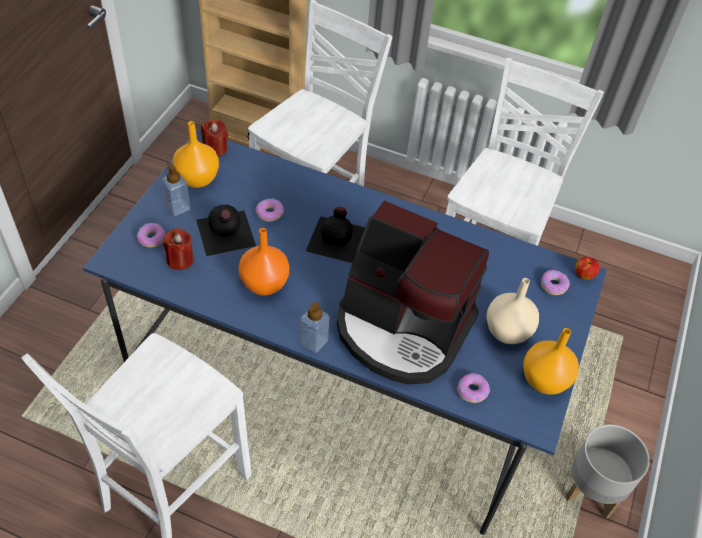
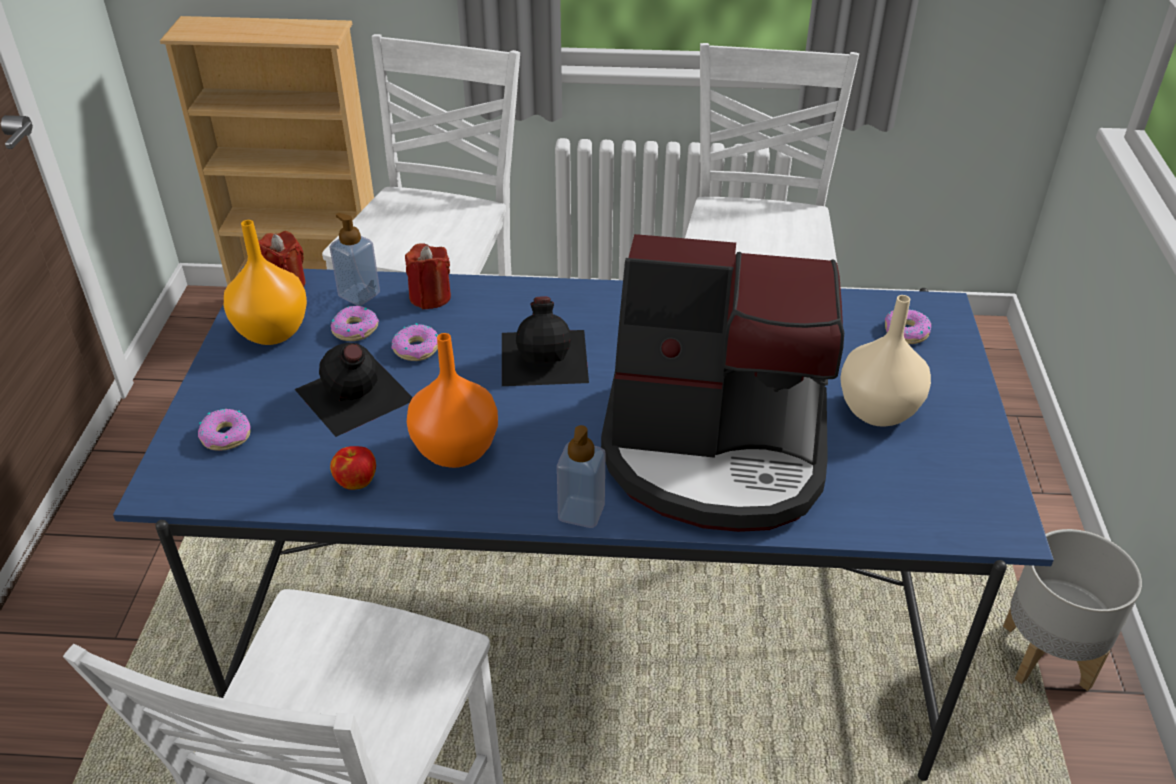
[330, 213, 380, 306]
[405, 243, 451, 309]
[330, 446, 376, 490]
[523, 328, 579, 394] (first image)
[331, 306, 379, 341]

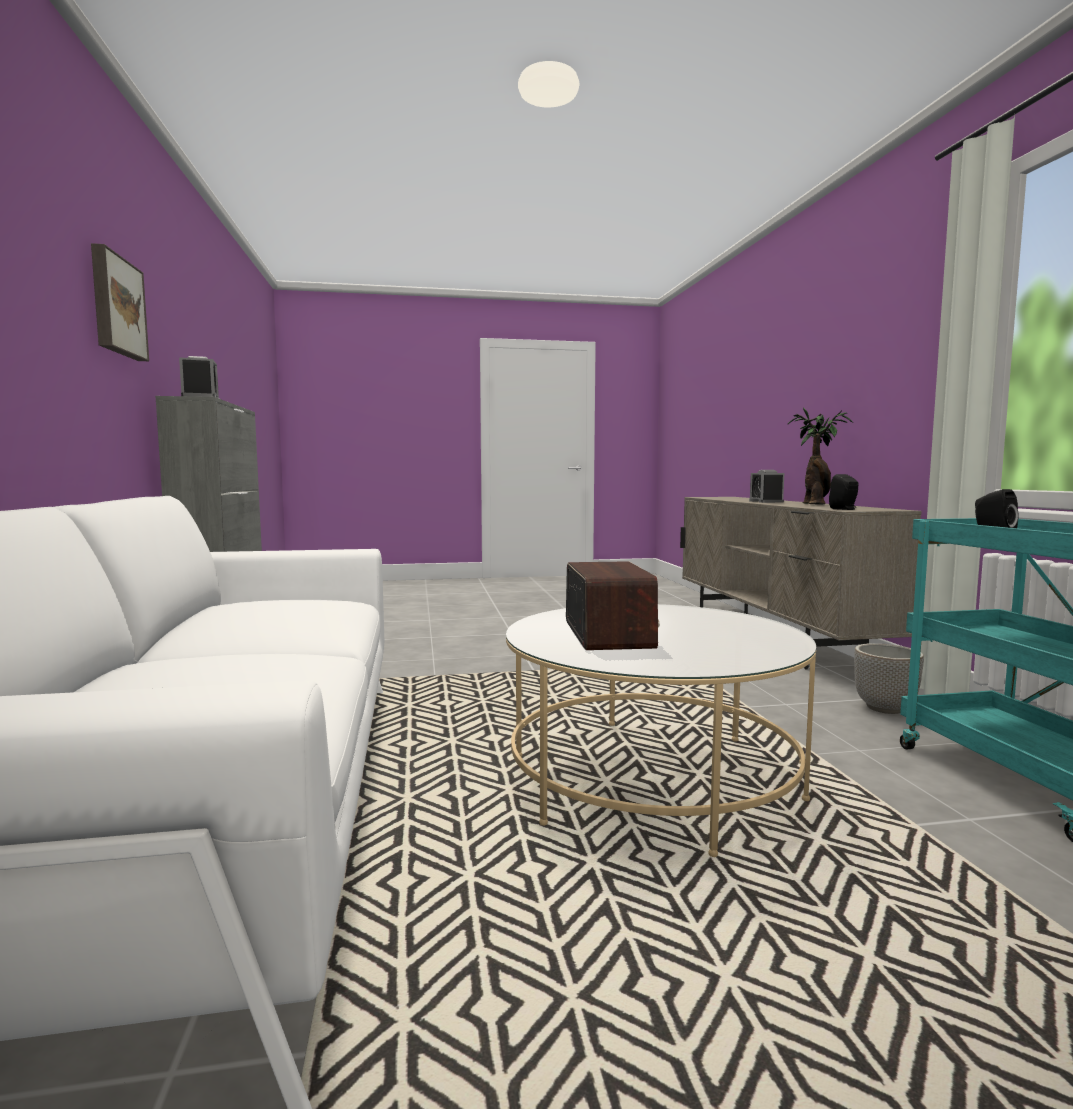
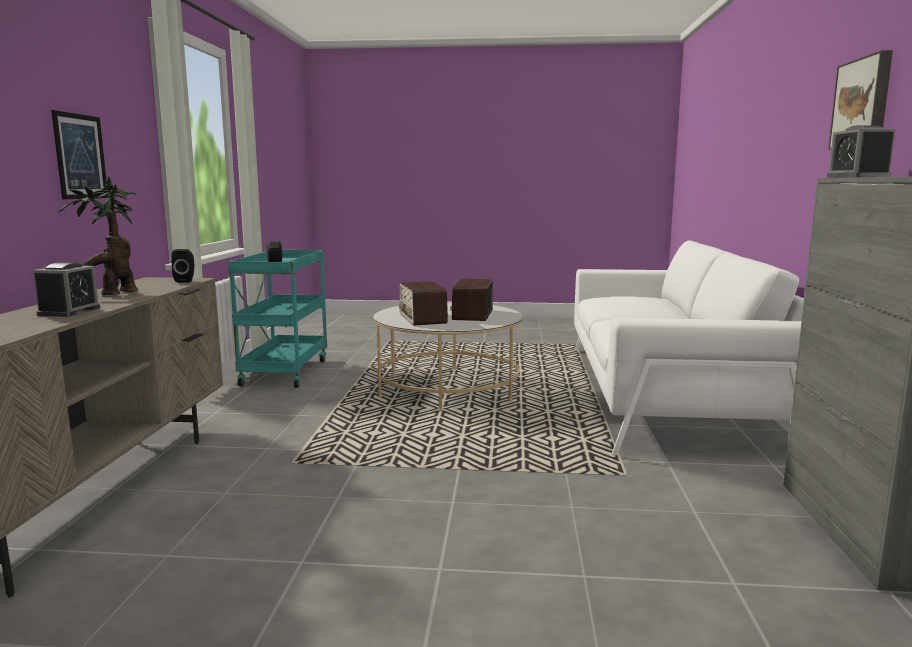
[854, 643, 924, 714] (first image)
[51, 110, 108, 199]
[398, 281, 448, 326]

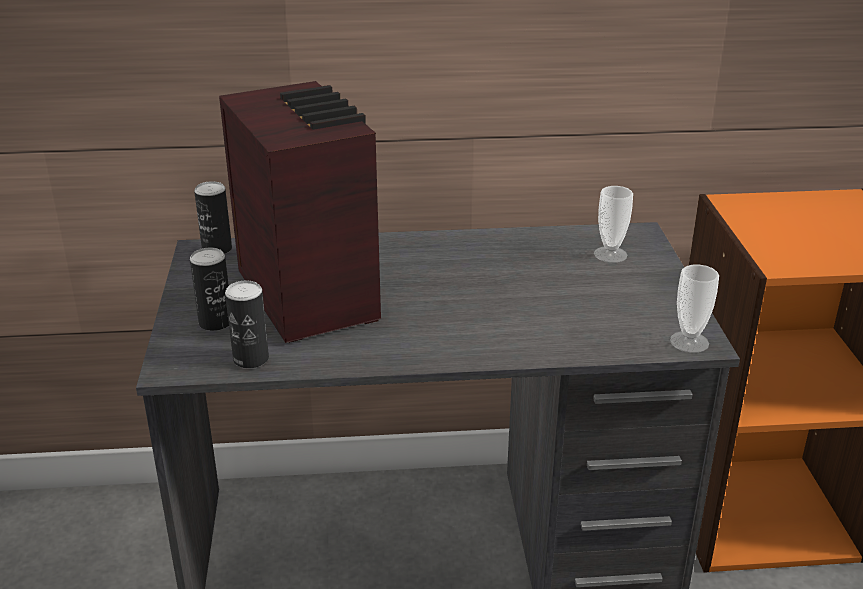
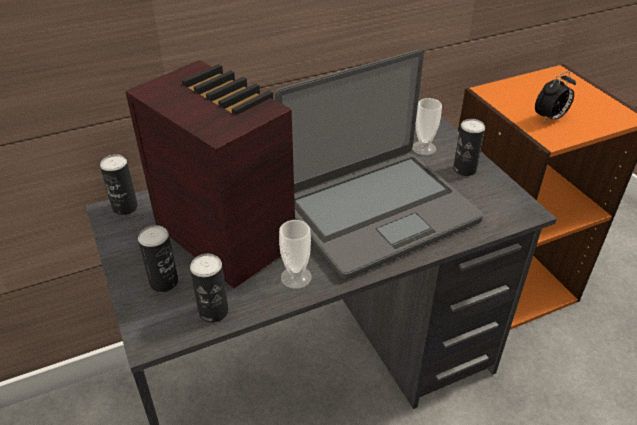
[279, 220, 312, 289]
[275, 50, 483, 279]
[535, 71, 576, 123]
[453, 119, 485, 176]

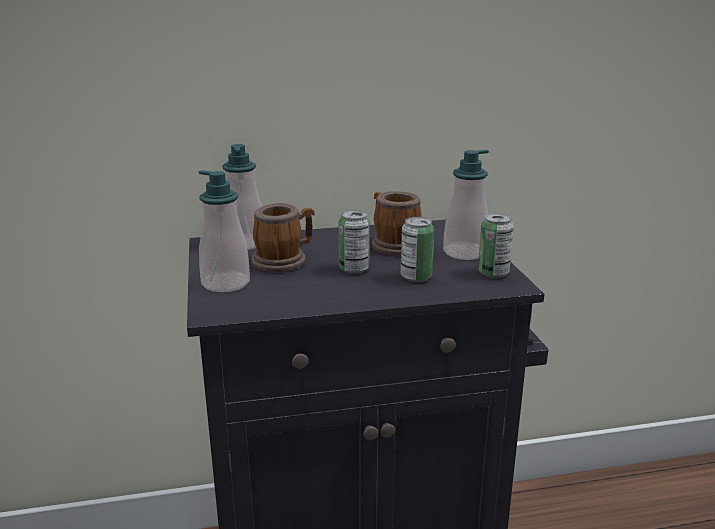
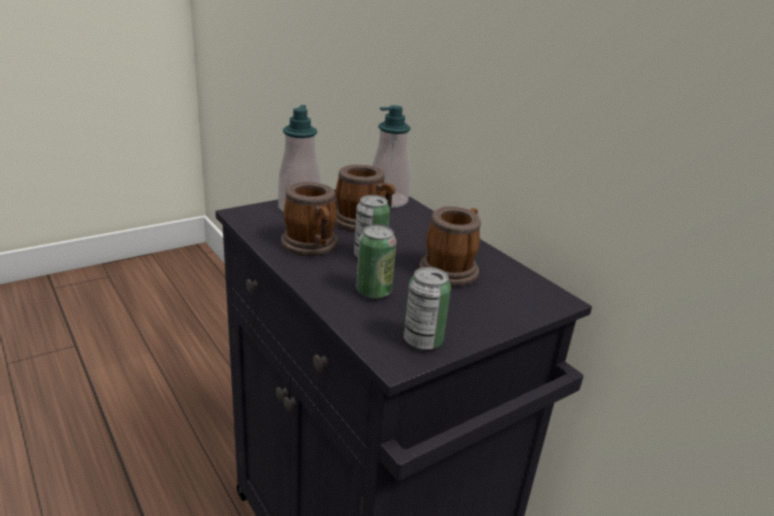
[443, 150, 489, 260] (first image)
[281, 182, 338, 256]

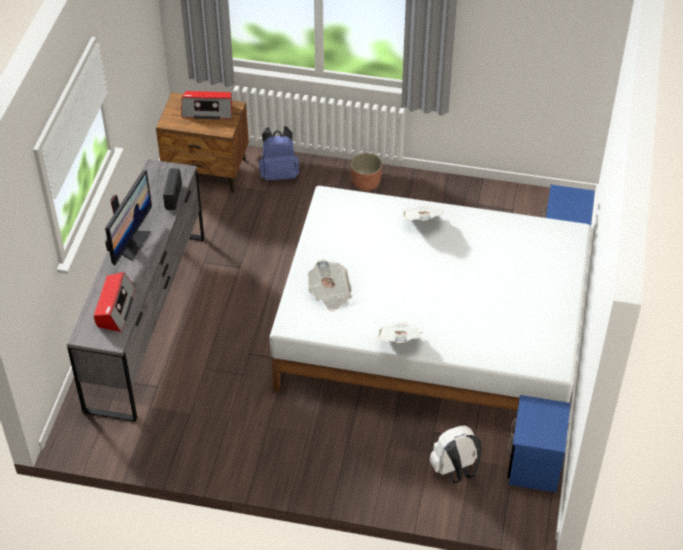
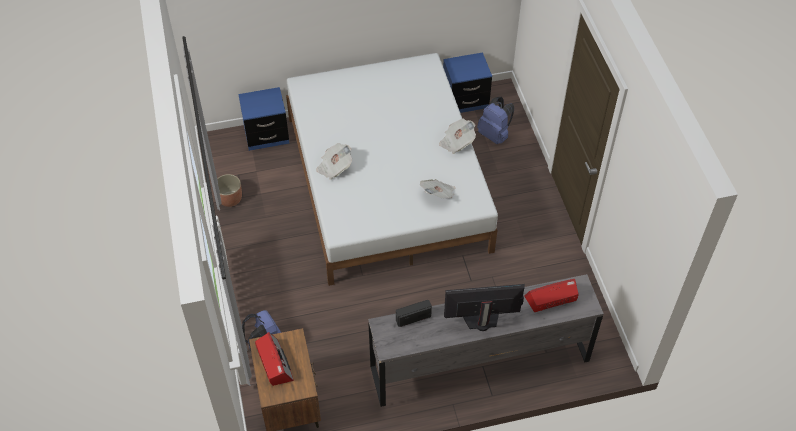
[217, 174, 242, 207]
[477, 97, 514, 144]

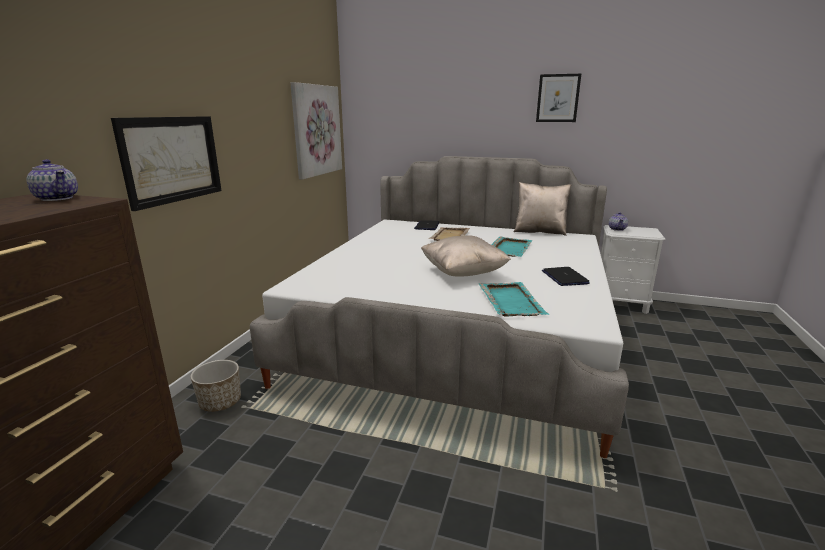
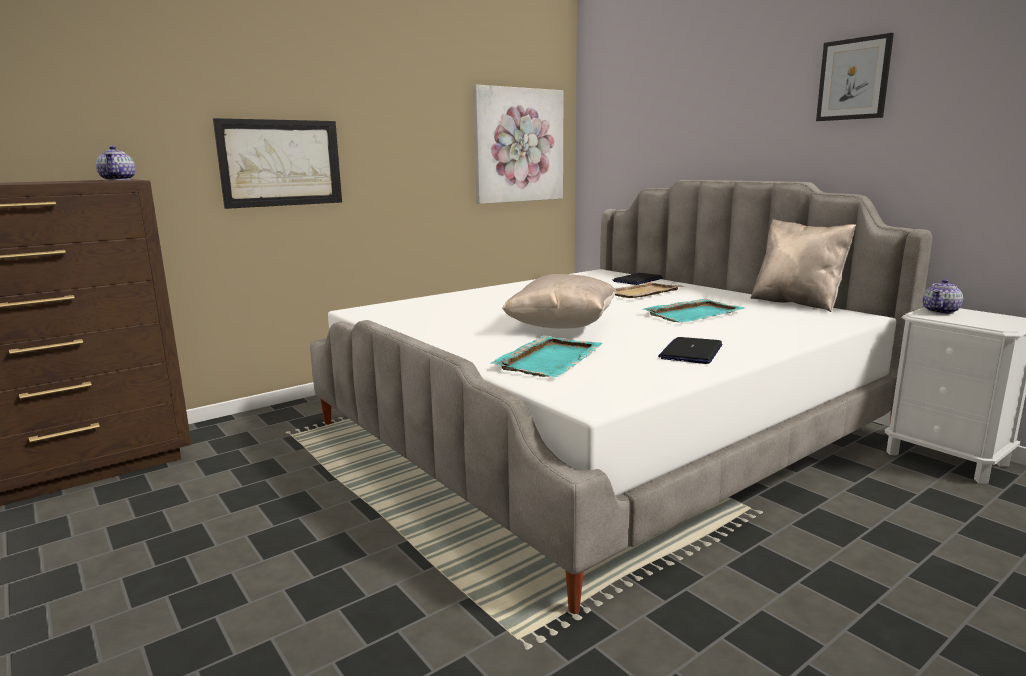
[190, 360, 241, 412] (first image)

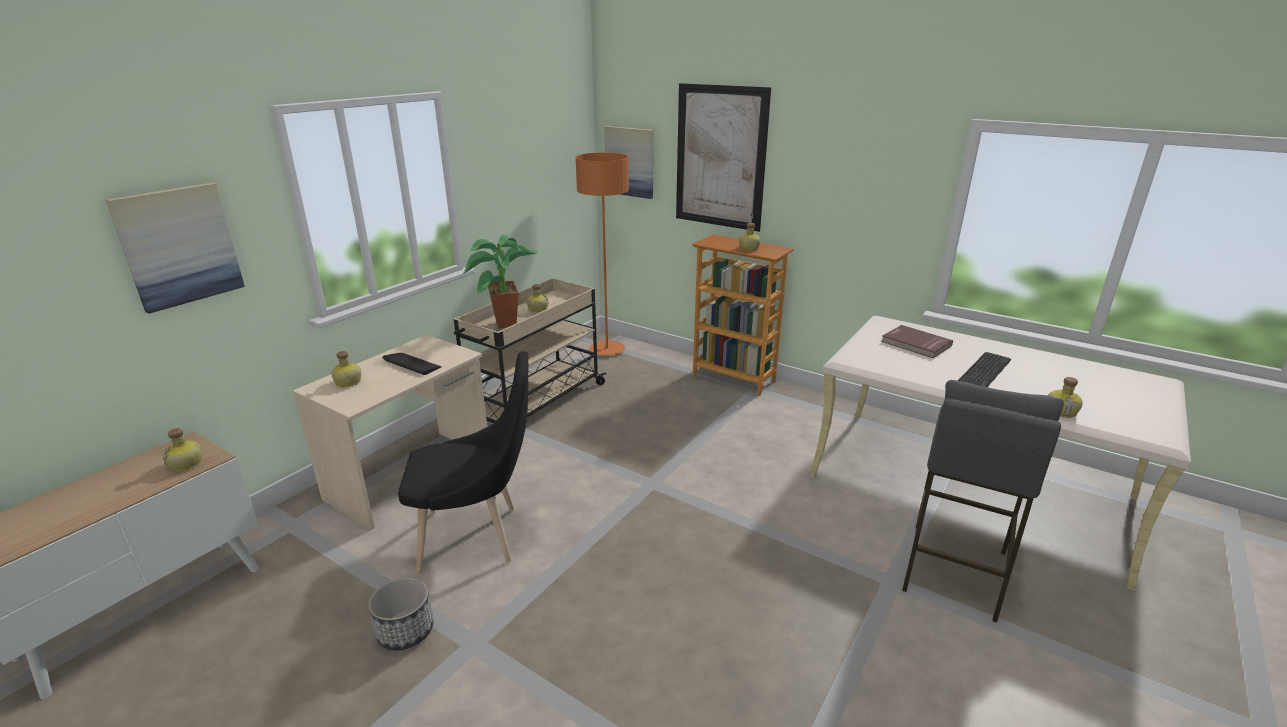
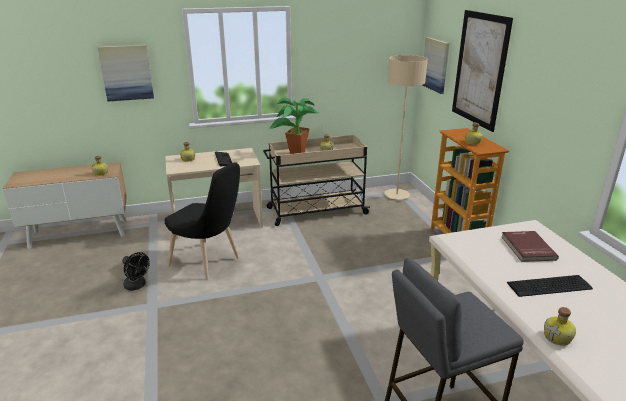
[384, 55, 428, 200]
[122, 252, 150, 291]

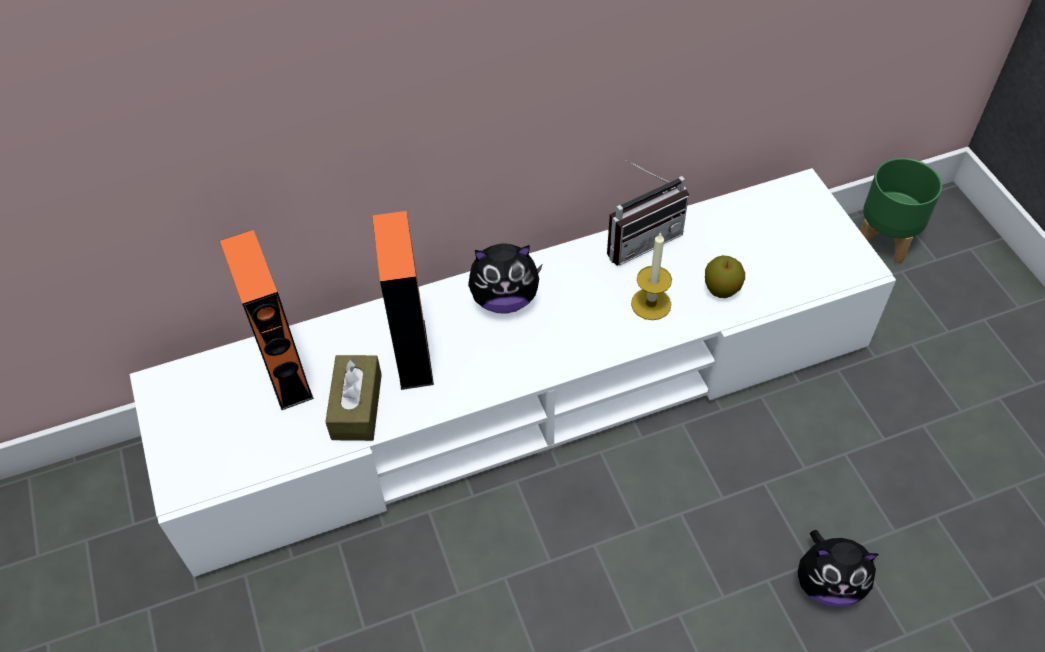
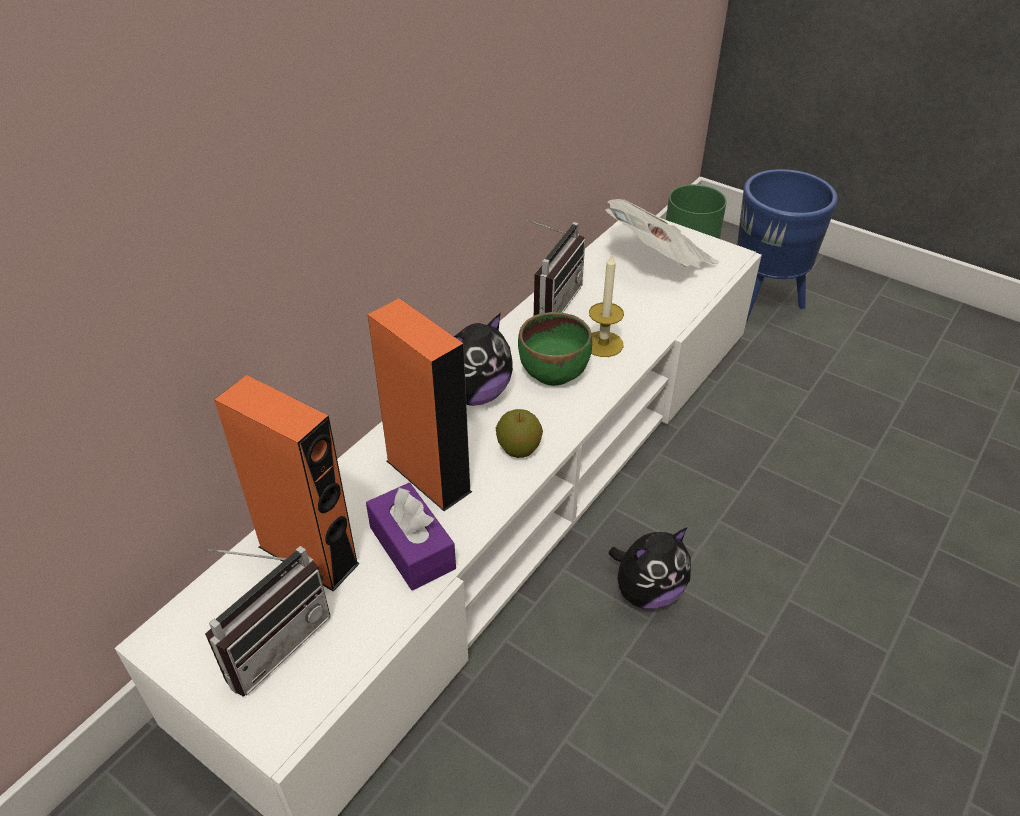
[496, 409, 543, 458]
[366, 483, 456, 590]
[609, 528, 691, 609]
[737, 169, 838, 320]
[605, 199, 719, 268]
[518, 312, 592, 386]
[205, 546, 330, 697]

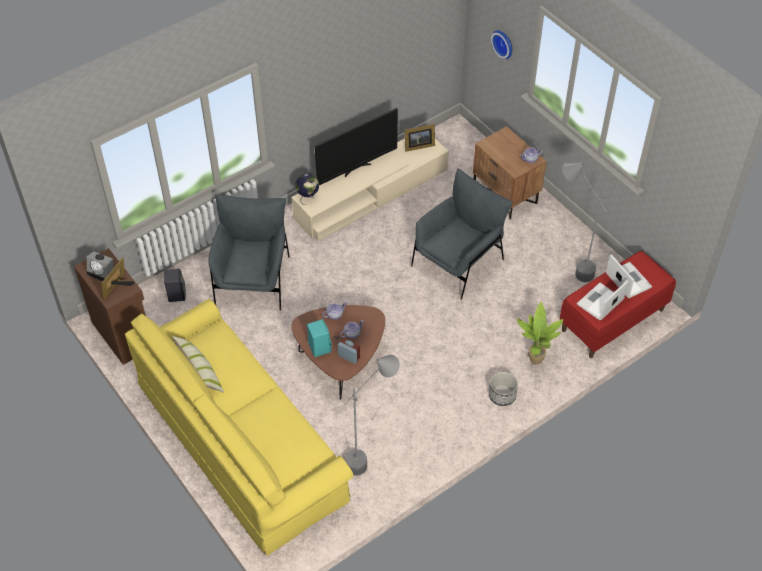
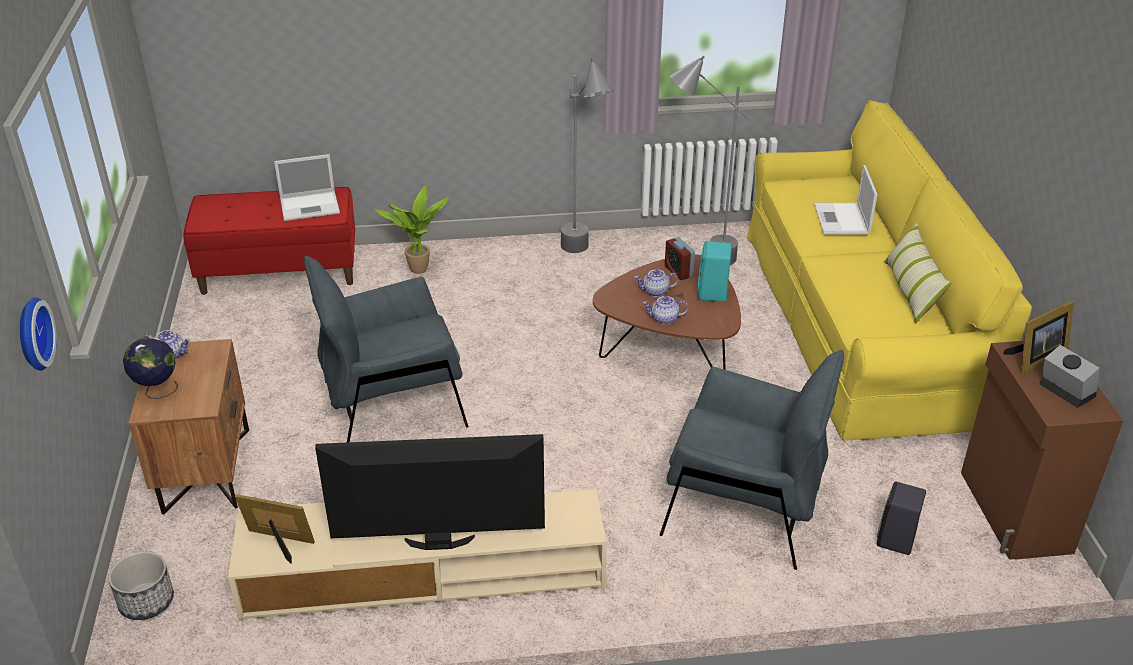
[561, 58, 614, 253]
[123, 337, 178, 399]
[660, 350, 844, 570]
[814, 165, 878, 235]
[108, 551, 174, 620]

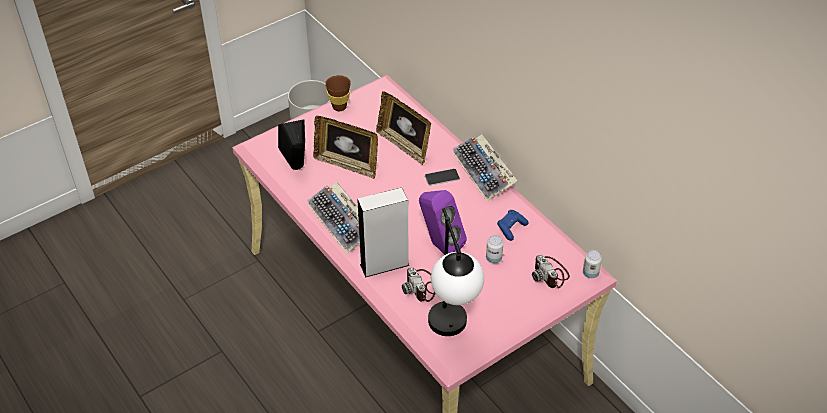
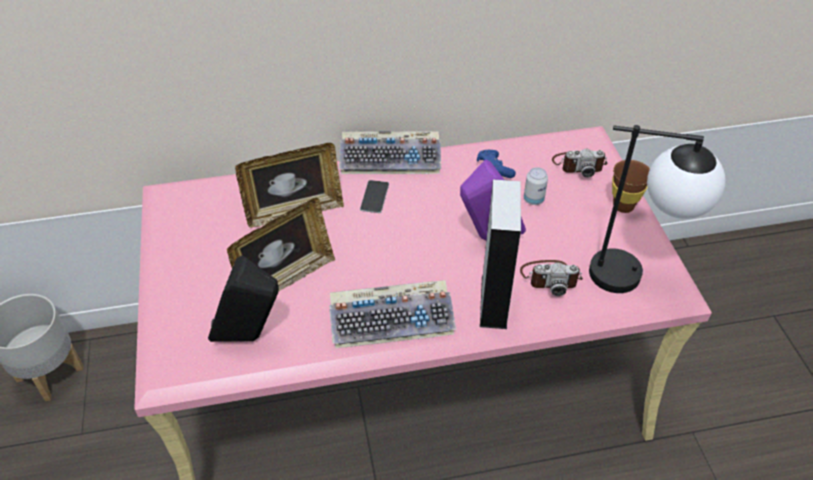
[612, 160, 650, 213]
[583, 250, 602, 278] (first image)

